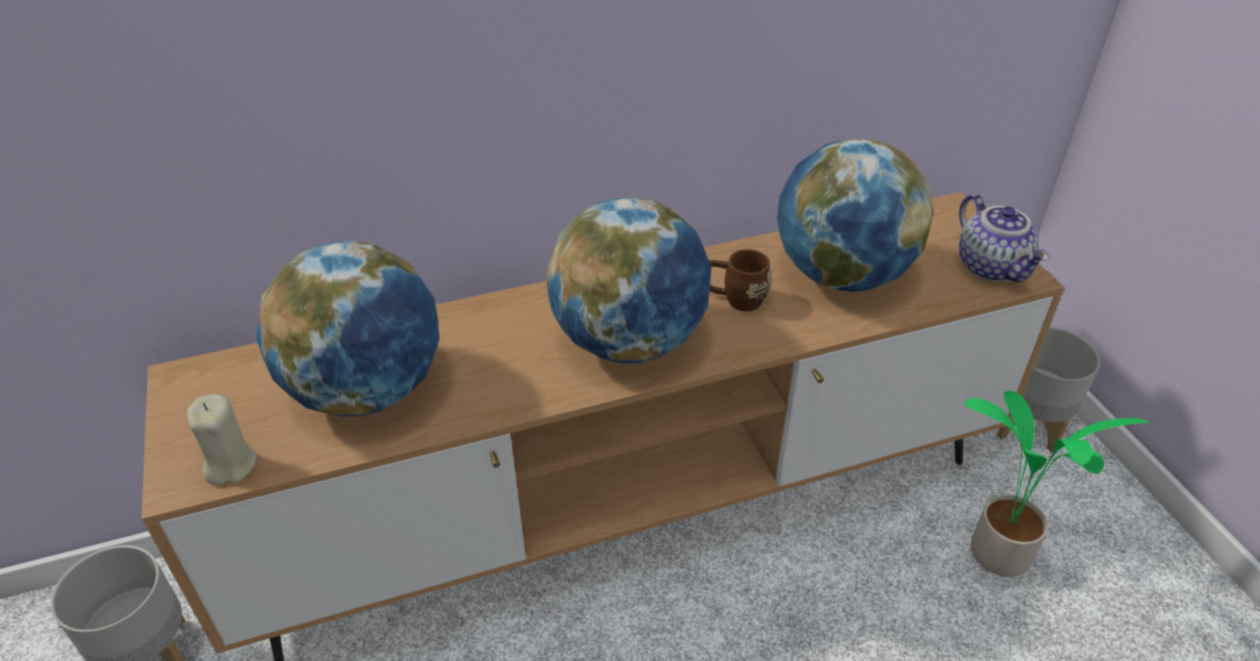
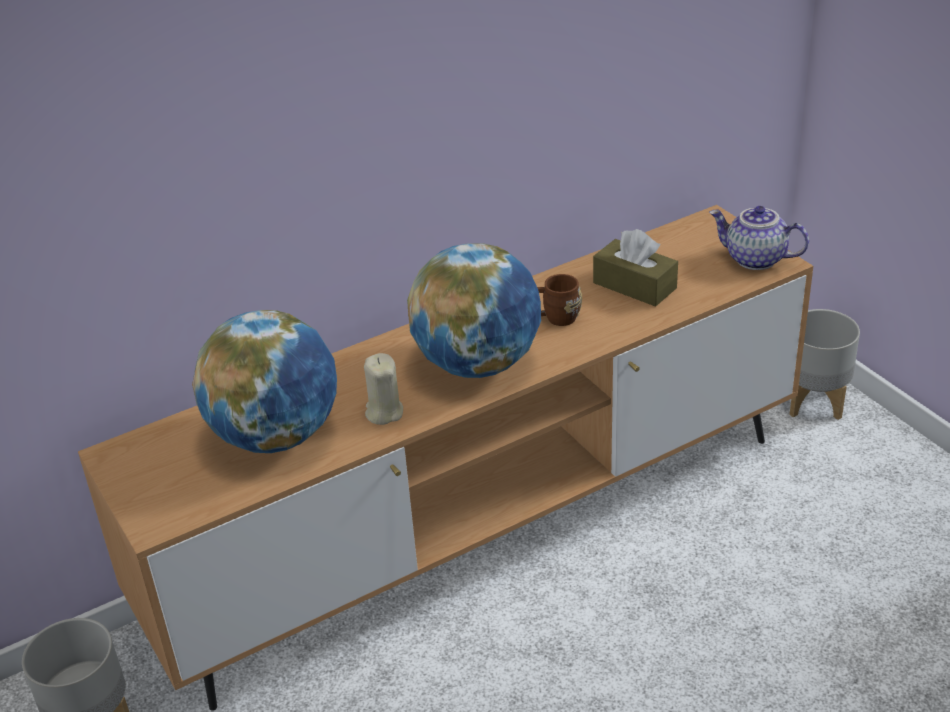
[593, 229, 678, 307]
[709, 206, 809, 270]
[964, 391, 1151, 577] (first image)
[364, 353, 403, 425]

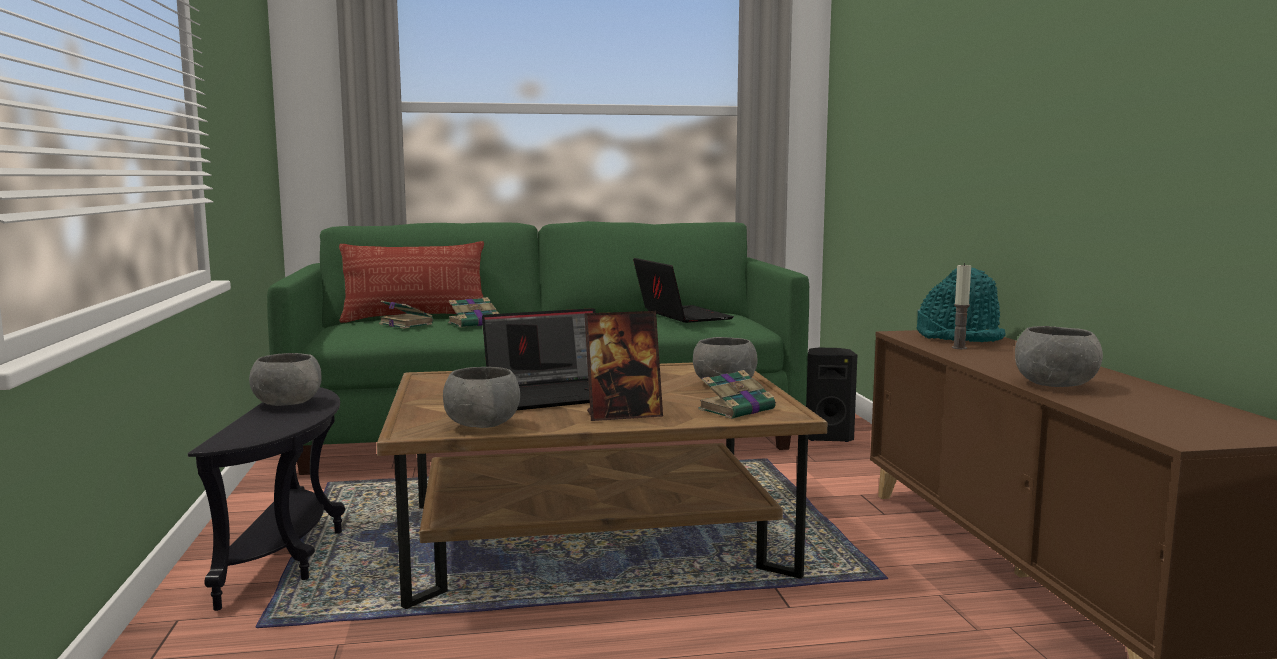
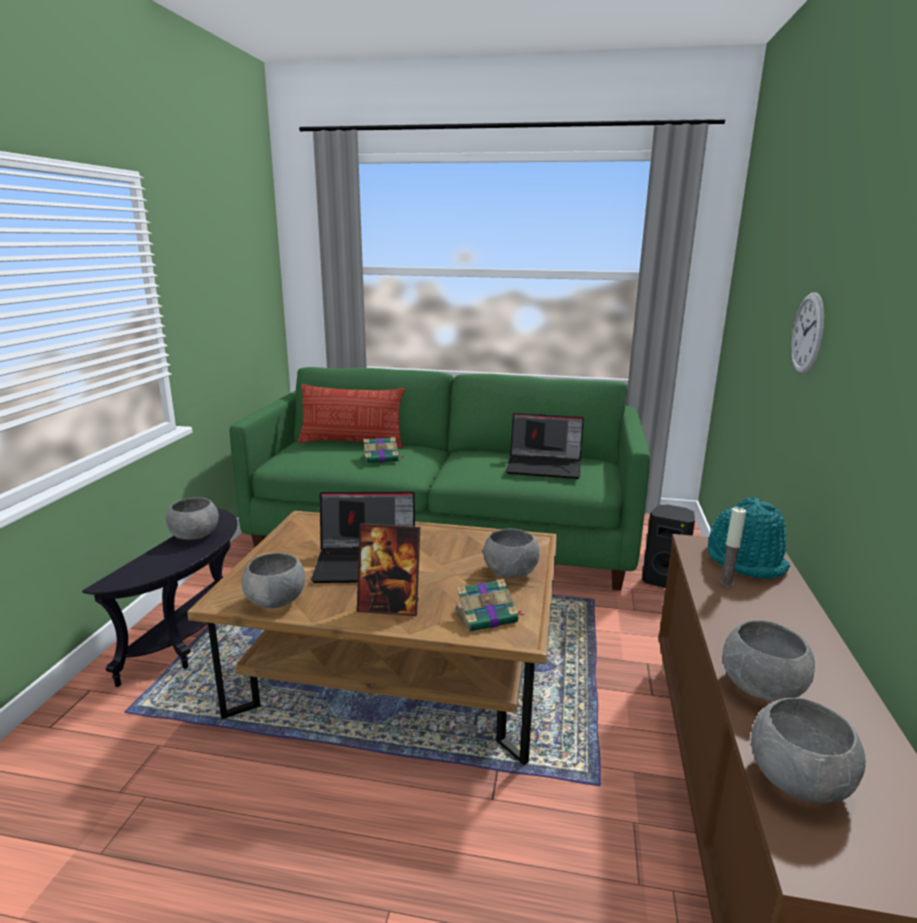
[506, 413, 584, 479]
[379, 300, 434, 329] (first image)
[791, 292, 824, 374]
[751, 698, 866, 804]

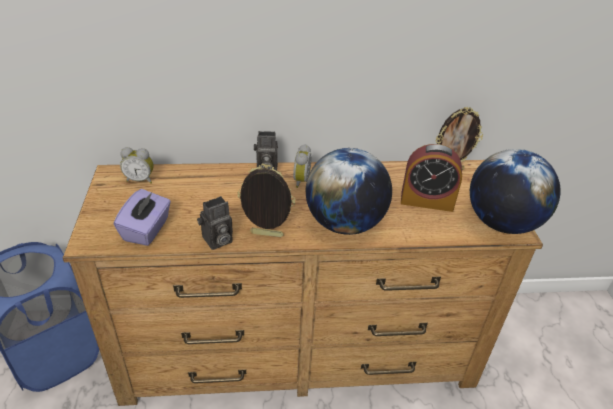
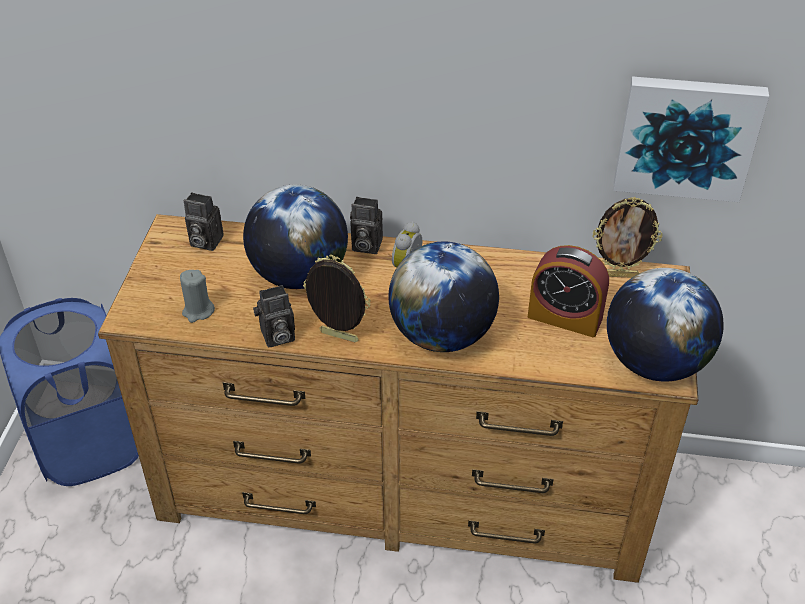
[184, 193, 224, 251]
[180, 270, 215, 323]
[614, 76, 769, 202]
[243, 185, 348, 289]

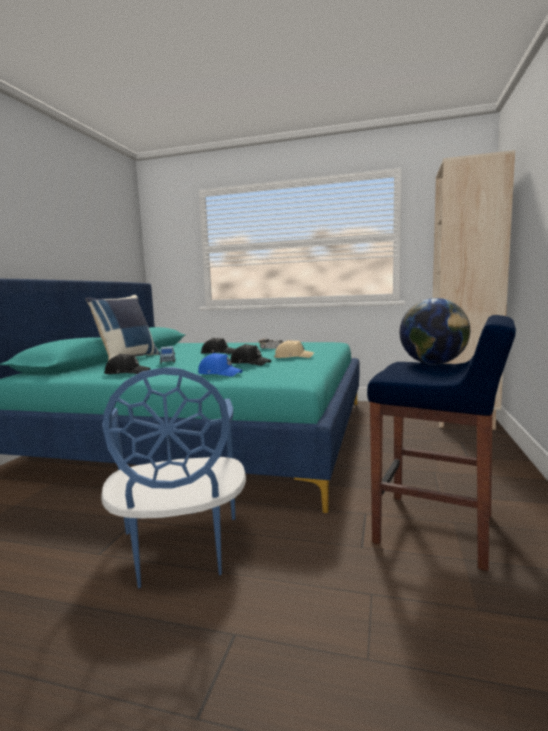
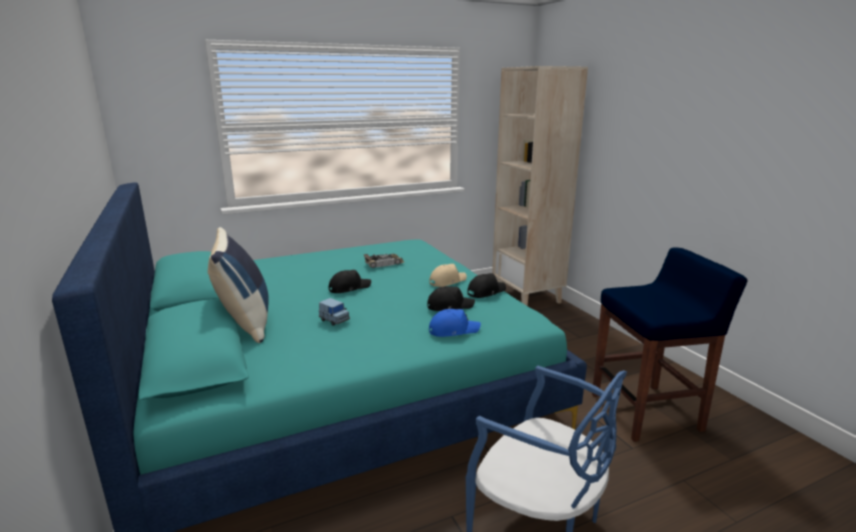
[399, 298, 470, 365] (first image)
[467, 273, 506, 298]

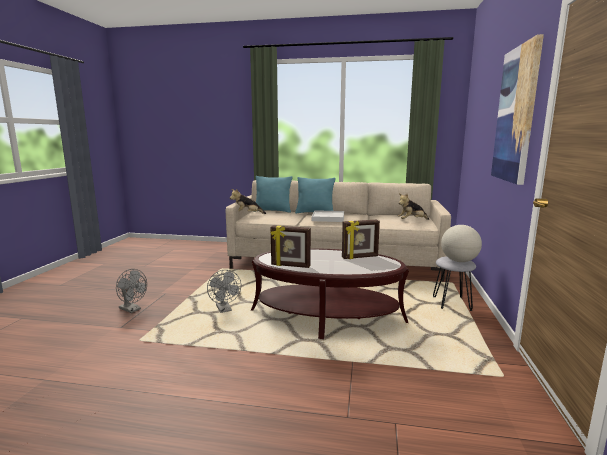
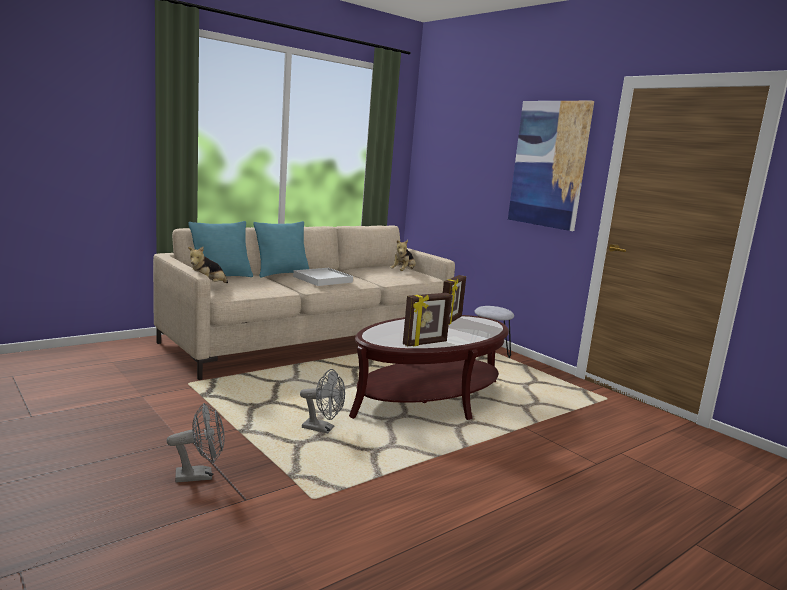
[441, 225, 482, 262] (first image)

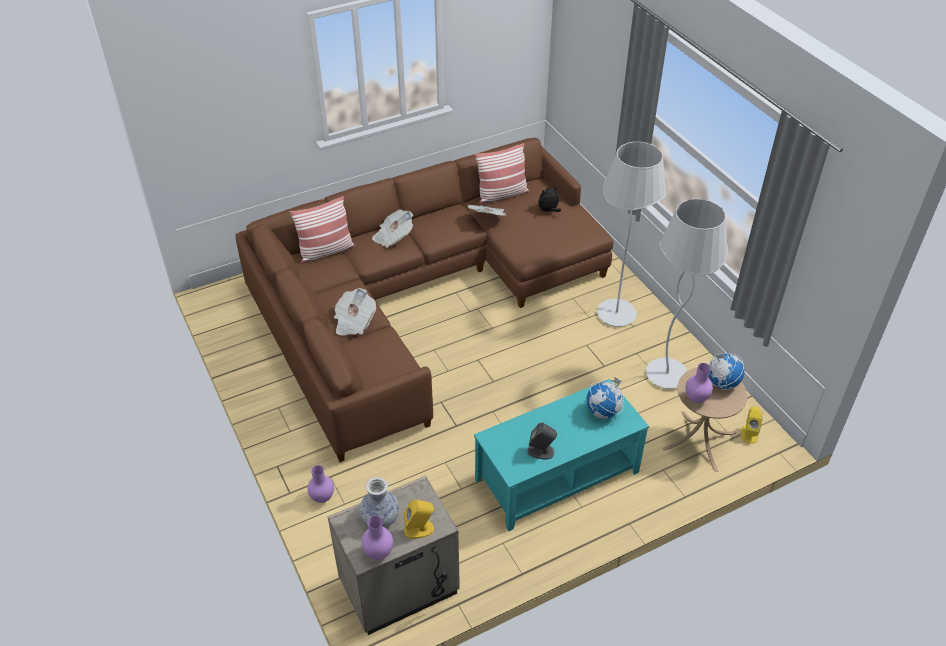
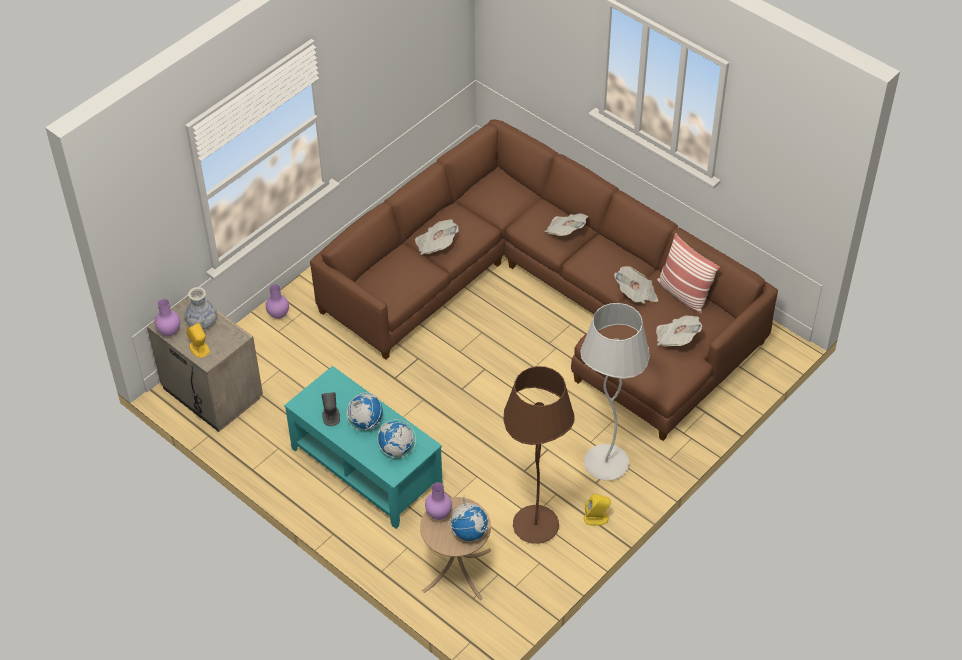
[656, 315, 702, 346]
[290, 196, 355, 264] (first image)
[503, 366, 575, 544]
[584, 494, 611, 526]
[347, 392, 383, 430]

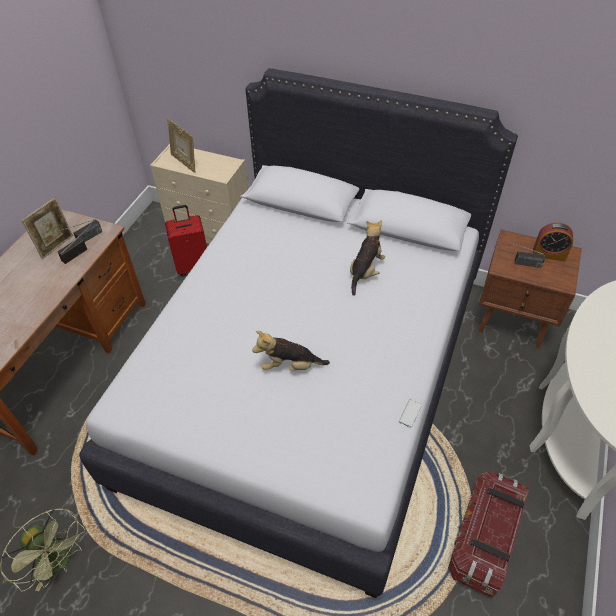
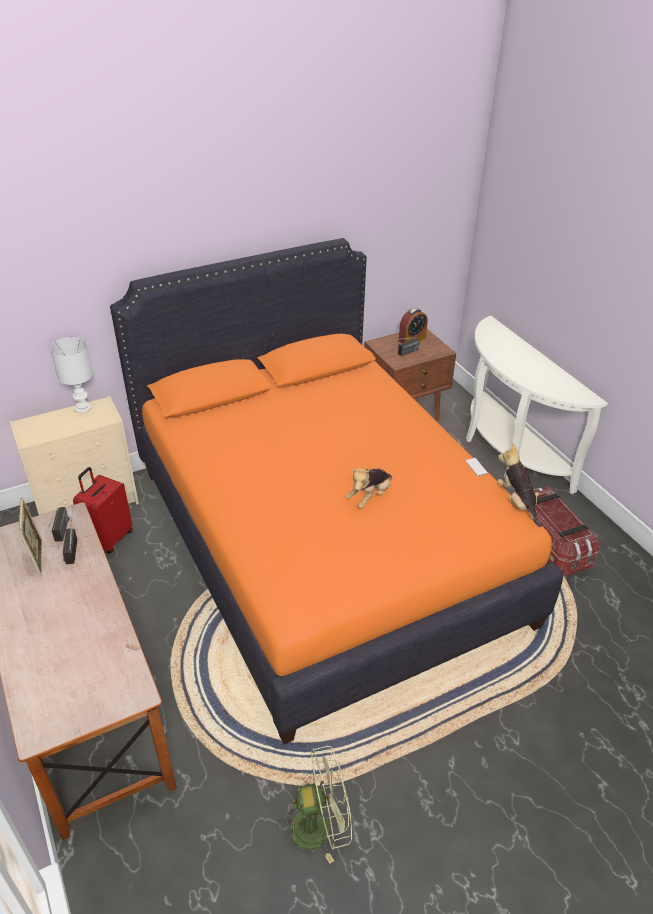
[110, 238, 563, 745]
[167, 119, 195, 173] (first image)
[497, 443, 542, 527]
[50, 337, 93, 413]

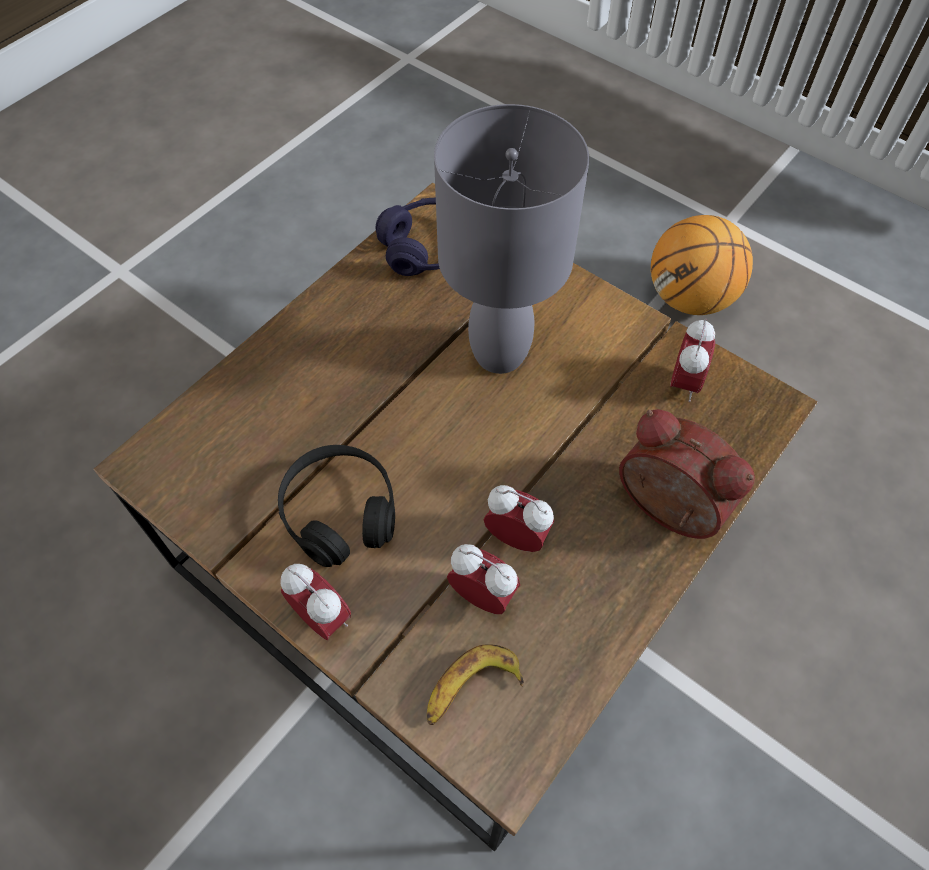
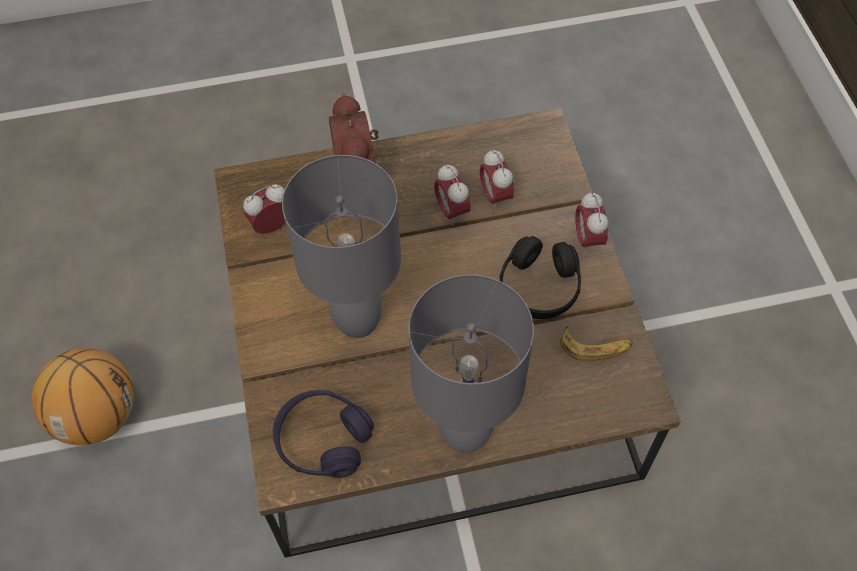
[560, 325, 633, 361]
[408, 274, 534, 453]

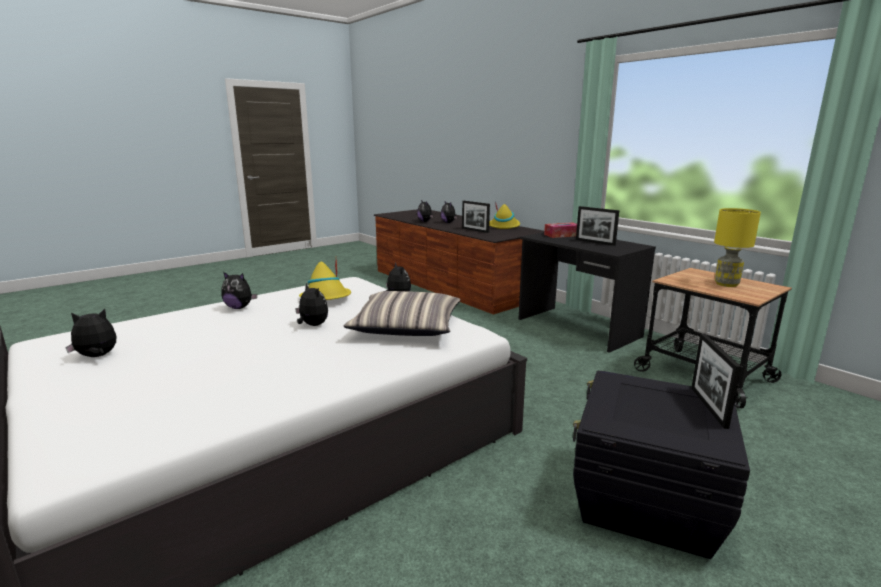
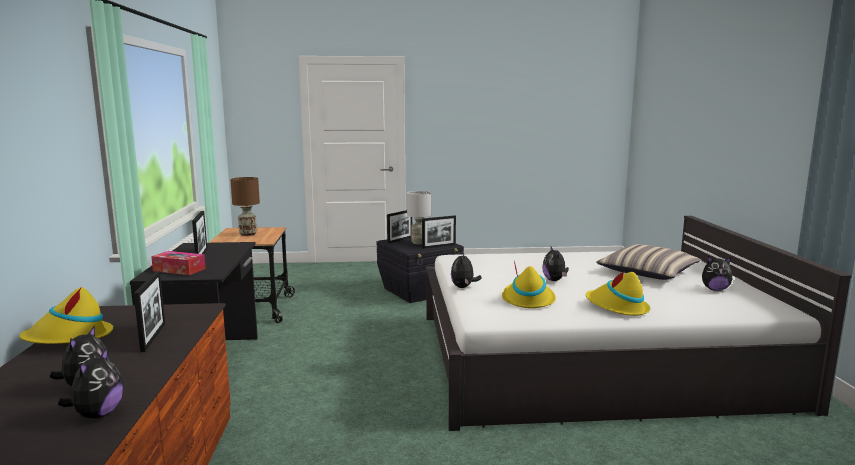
[230, 177, 260, 236]
[586, 270, 650, 316]
[596, 244, 701, 280]
[407, 191, 431, 244]
[422, 215, 456, 249]

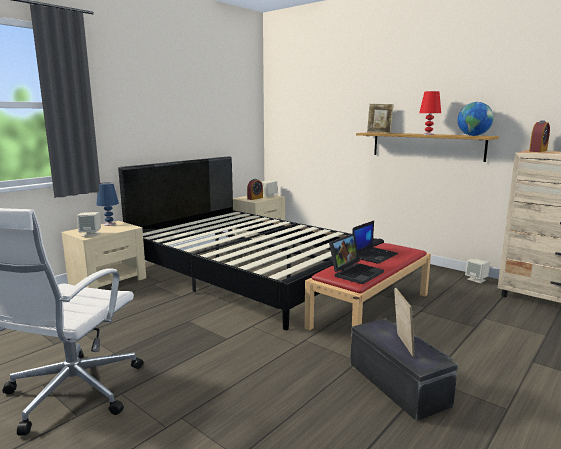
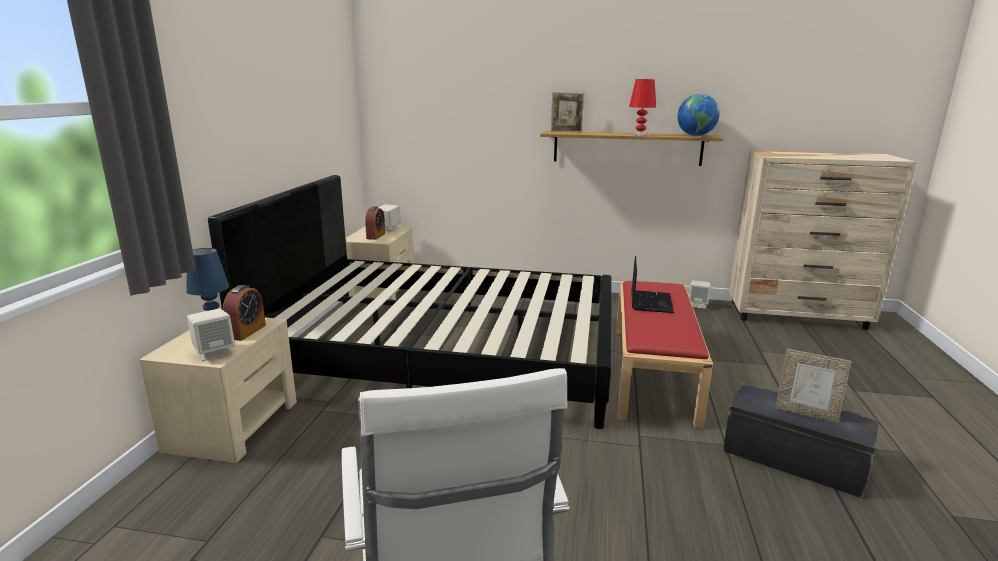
[223, 285, 266, 341]
[329, 233, 384, 284] (first image)
[776, 349, 852, 423]

